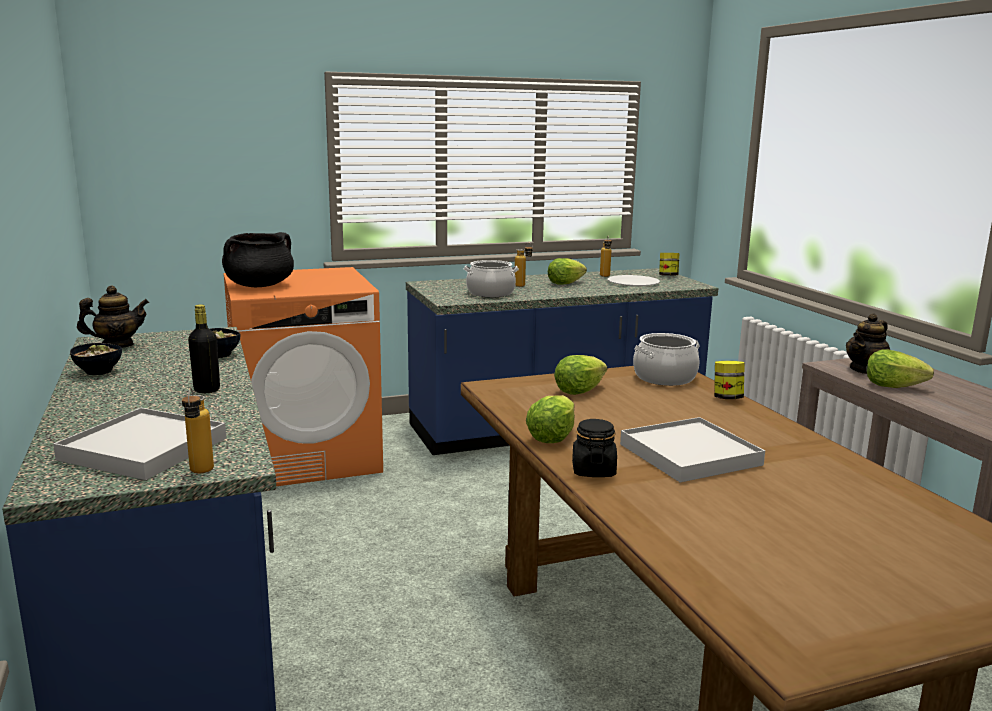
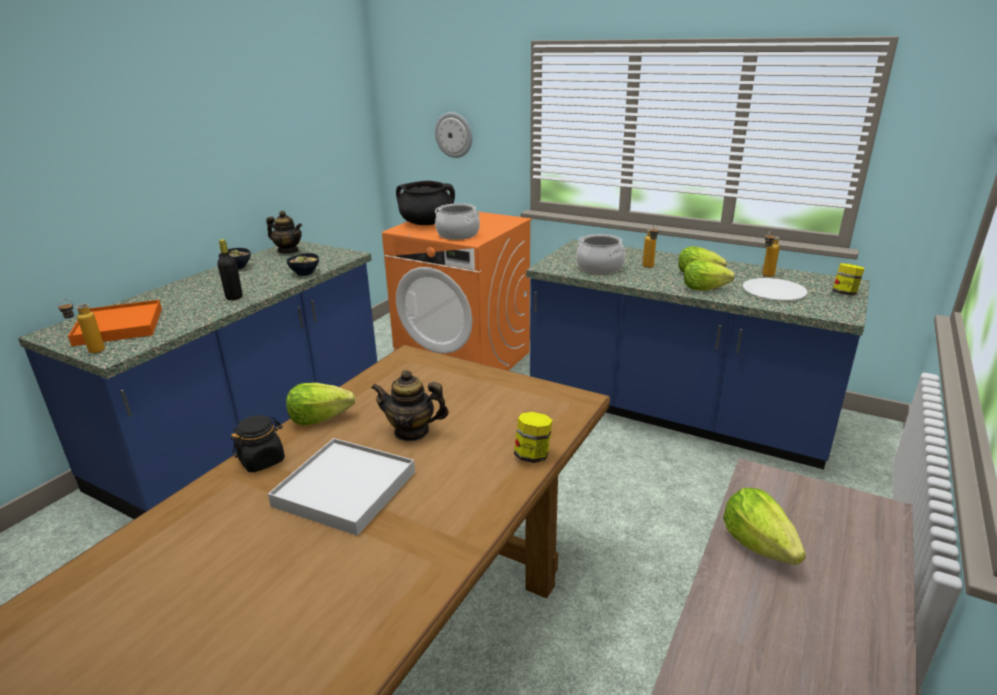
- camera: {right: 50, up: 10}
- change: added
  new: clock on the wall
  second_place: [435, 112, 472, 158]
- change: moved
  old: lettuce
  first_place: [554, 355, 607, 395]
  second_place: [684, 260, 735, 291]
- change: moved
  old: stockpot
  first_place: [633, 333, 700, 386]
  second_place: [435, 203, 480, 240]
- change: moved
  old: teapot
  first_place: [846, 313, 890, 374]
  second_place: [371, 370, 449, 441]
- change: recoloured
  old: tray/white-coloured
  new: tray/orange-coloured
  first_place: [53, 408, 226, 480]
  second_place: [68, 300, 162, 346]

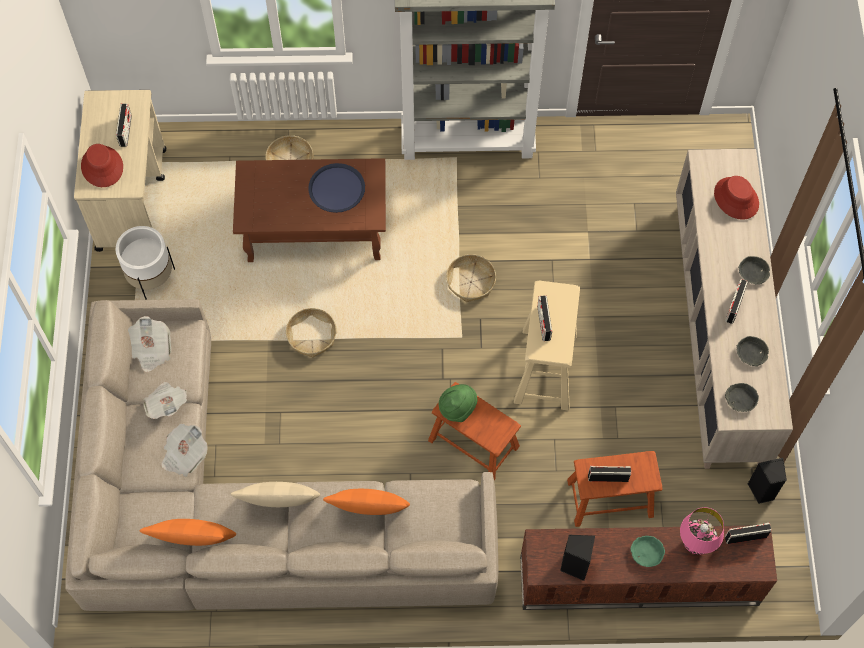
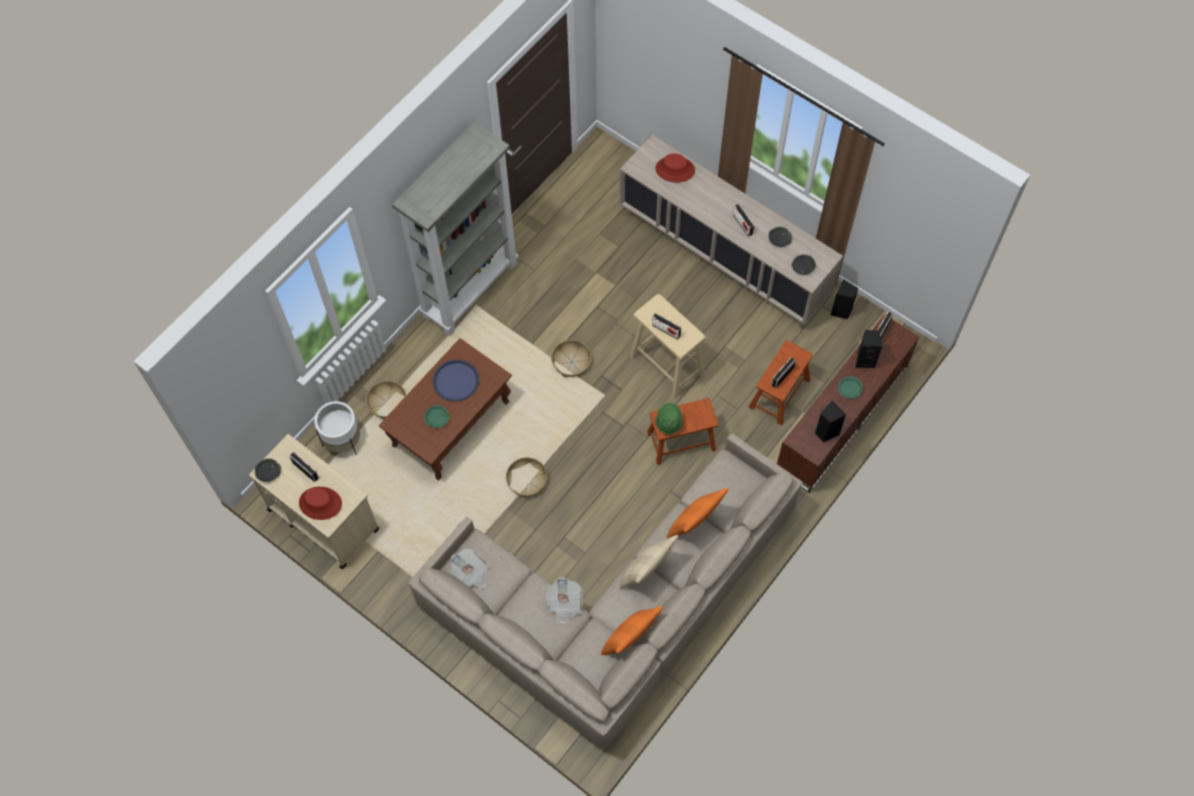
- camera: {right: -50, up: 0}
- change: removed
  old: printed paper
  first_place: [143, 382, 187, 419]
- change: added
  new: serving bowl/green
  second_place: [424, 405, 449, 428]
- change: moved
  old: planter/white-coloured
  first_place: [116, 226, 175, 300]
  second_place: [314, 401, 360, 455]
- change: moved
  old: serving bowl/grey
  first_place: [738, 256, 770, 285]
  second_place: [255, 458, 281, 482]
- change: replaced
  old: tabletop lamp/pink-coloured
  new: loudspeaker/black-coloured
  first_place: [680, 507, 724, 555]
  second_place: [855, 330, 883, 369]

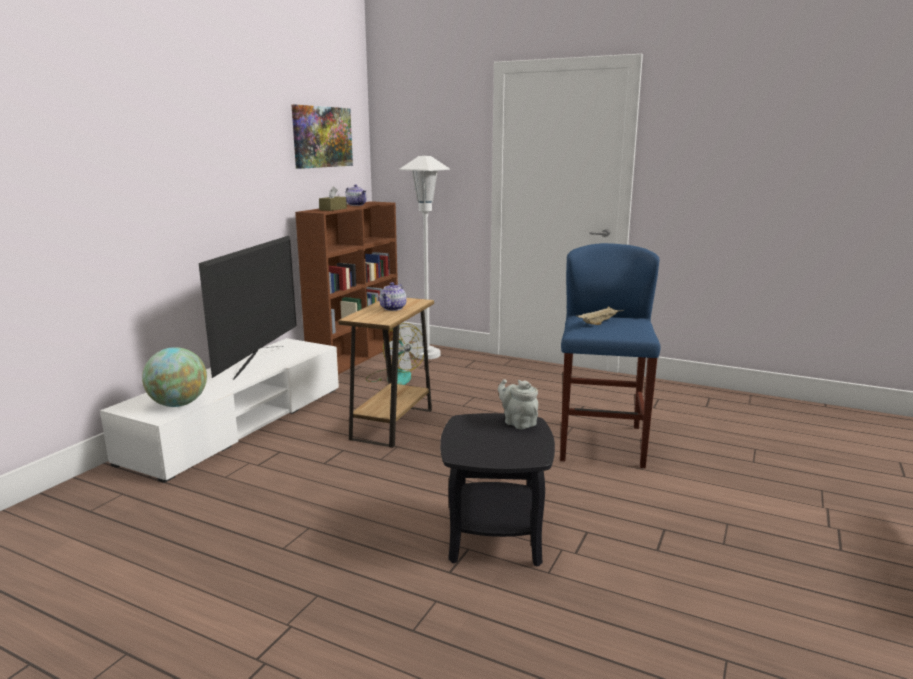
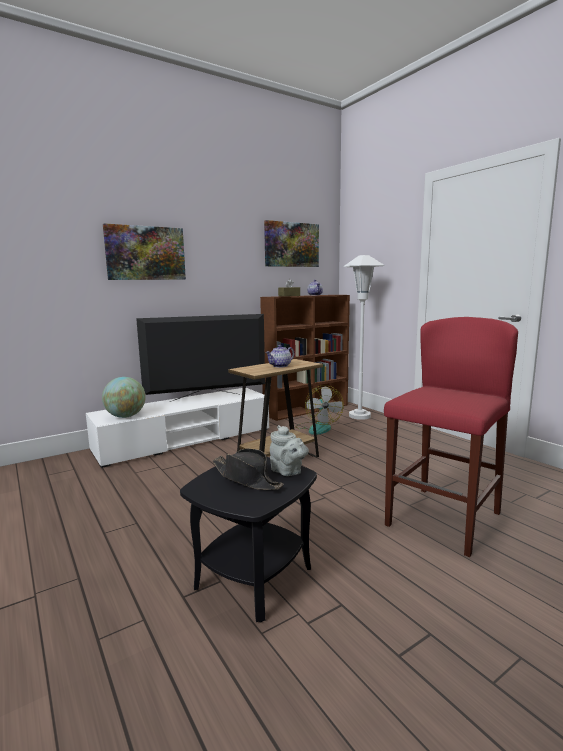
- camera: {right: 30, up: -5}
- change: removed
  old: tray/sand-coloured
  first_place: [577, 306, 624, 325]
- change: added
  new: wall art
  second_place: [103, 223, 186, 280]
- change: added
  new: clothing hat/black-coloured
  second_place: [212, 448, 283, 490]
- change: recoloured
  old: stool/blue
  new: stool/red-coloured
  first_place: [560, 243, 661, 468]
  second_place: [384, 317, 518, 557]
- change: turned
  old: television
  first_place: [199, 236, 296, 380]
  second_place: [136, 314, 265, 402]
  degrees: -150
- change: turned
  old: teapot/grey
  first_place: [498, 379, 538, 429]
  second_place: [270, 425, 309, 476]
  degrees: 150

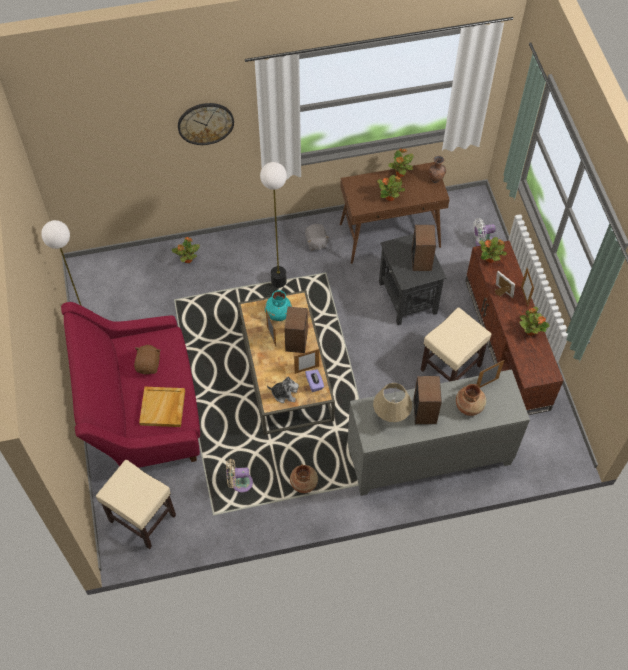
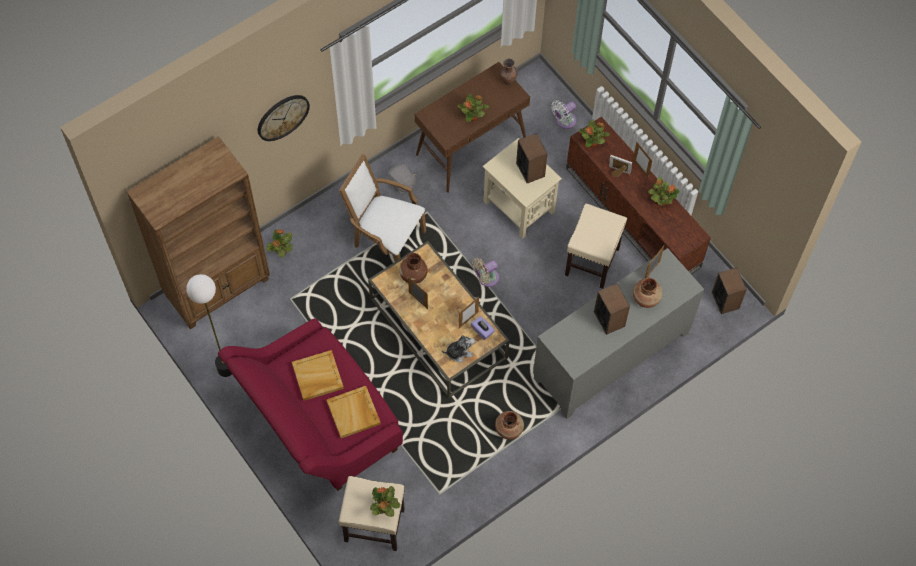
- camera: {right: -25, up: 5}
- change: removed
  old: tabletop lamp/sand-coloured
  first_place: [373, 383, 412, 422]
- change: added
  new: bookshelf/brown
  second_place: [126, 136, 270, 329]
- change: moved
  old: fan/sand-coloured
  first_place: [226, 459, 253, 493]
  second_place: [472, 258, 499, 287]
- change: moved
  old: loudspeaker
  first_place: [284, 307, 308, 353]
  second_place: [712, 267, 747, 314]
- change: moved
  old: potted plant
  first_place: [388, 149, 414, 177]
  second_place: [370, 486, 400, 517]
- change: replaced
  old: soft toy/brown
  new: tray/sand-coloured
  first_place: [134, 345, 160, 375]
  second_place: [292, 350, 344, 401]
- change: replaced
  old: floor lamp
  new: armchair/white-coloured
  first_place: [260, 162, 287, 288]
  second_place: [339, 153, 427, 262]
- change: recoloured
  old: flower vase/blue-green
  new: flower vase/brown
  first_place: [265, 290, 292, 321]
  second_place: [399, 253, 428, 283]
- change: recoloured
  old: end table/black-coloured
  new: end table/sand-coloured
  first_place: [379, 234, 447, 325]
  second_place: [482, 138, 562, 239]

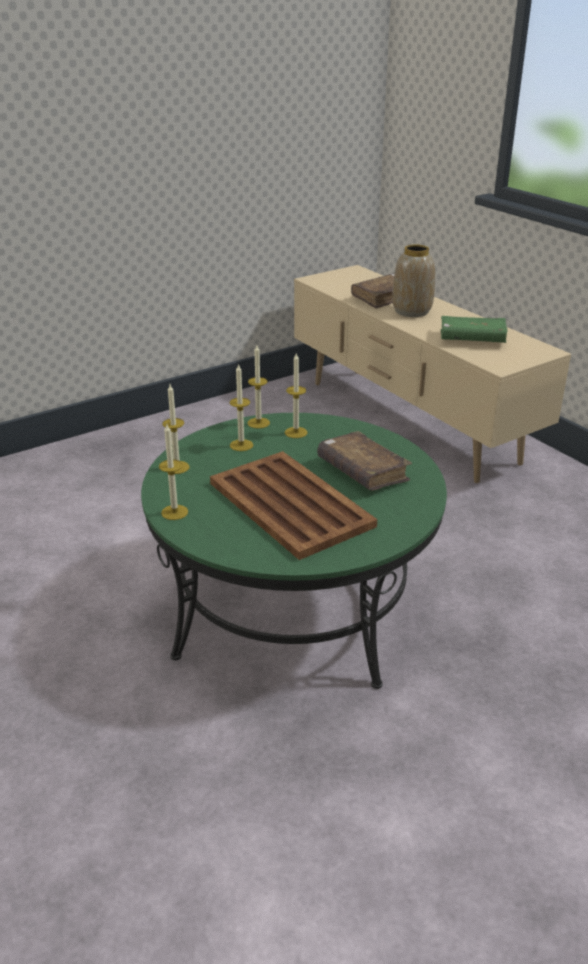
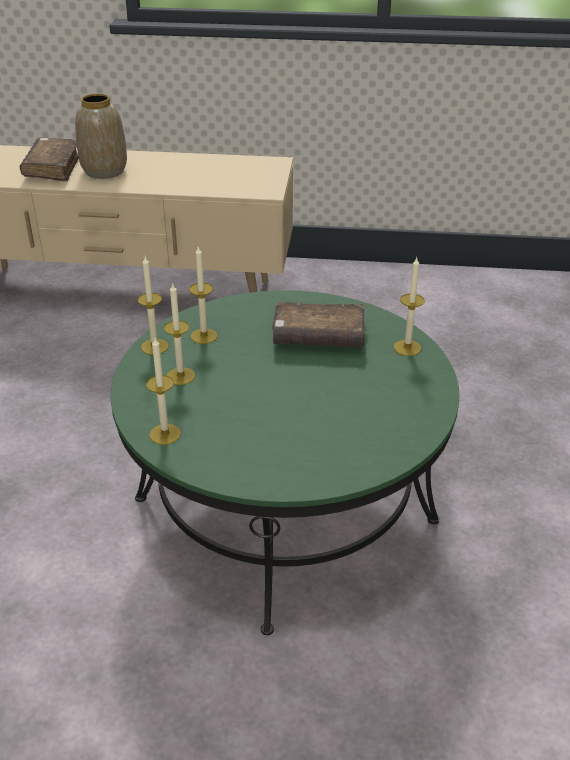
- camera: {right: -50, up: 5}
- change: removed
  old: tray/brown
  first_place: [210, 451, 377, 560]
- change: removed
  old: volume/green
  first_place: [440, 316, 507, 343]
- change: moved
  old: wax candle
  first_place: [159, 424, 188, 520]
  second_place: [394, 258, 425, 356]

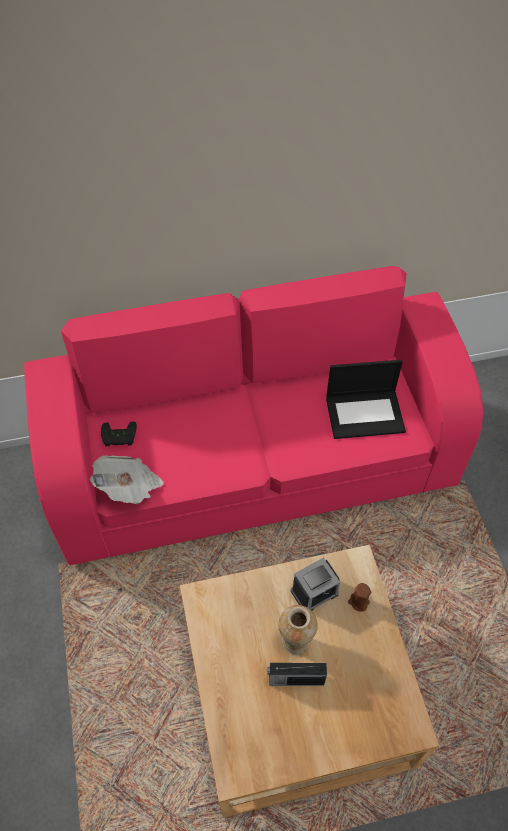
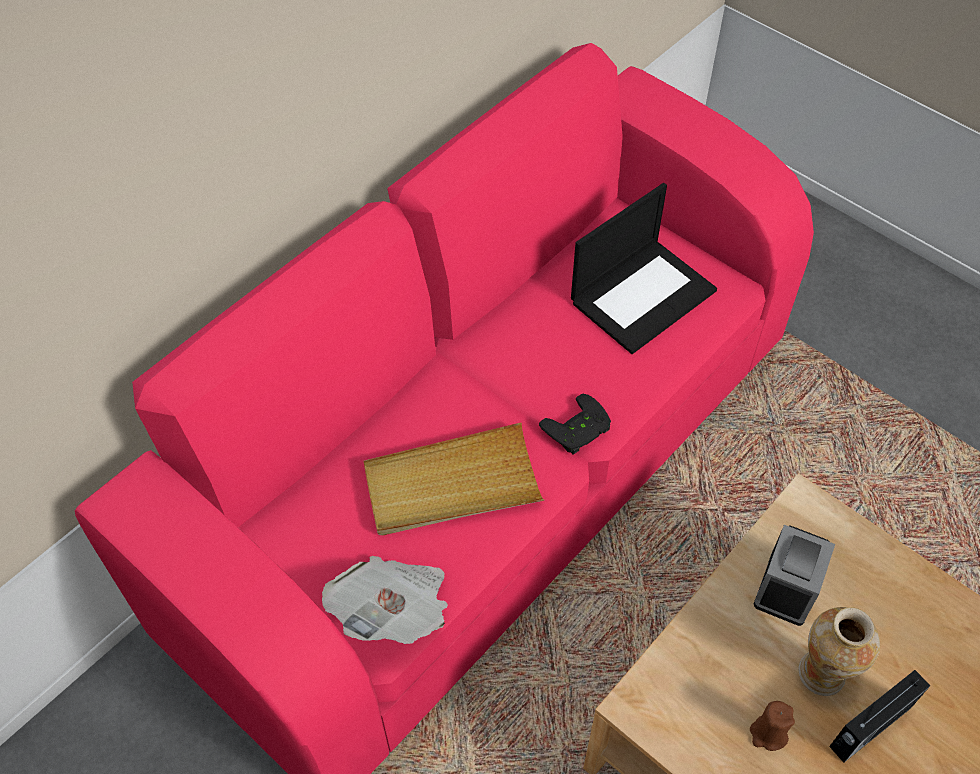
- camera: {right: -35, up: 0}
- change: added
  new: tray/sand-coloured
  second_place: [363, 423, 544, 535]
- change: moved
  old: joypad/black-coloured
  first_place: [101, 422, 137, 446]
  second_place: [539, 394, 611, 455]
- change: moved
  old: wax candle/brown
  first_place: [348, 583, 371, 612]
  second_place: [750, 701, 795, 751]

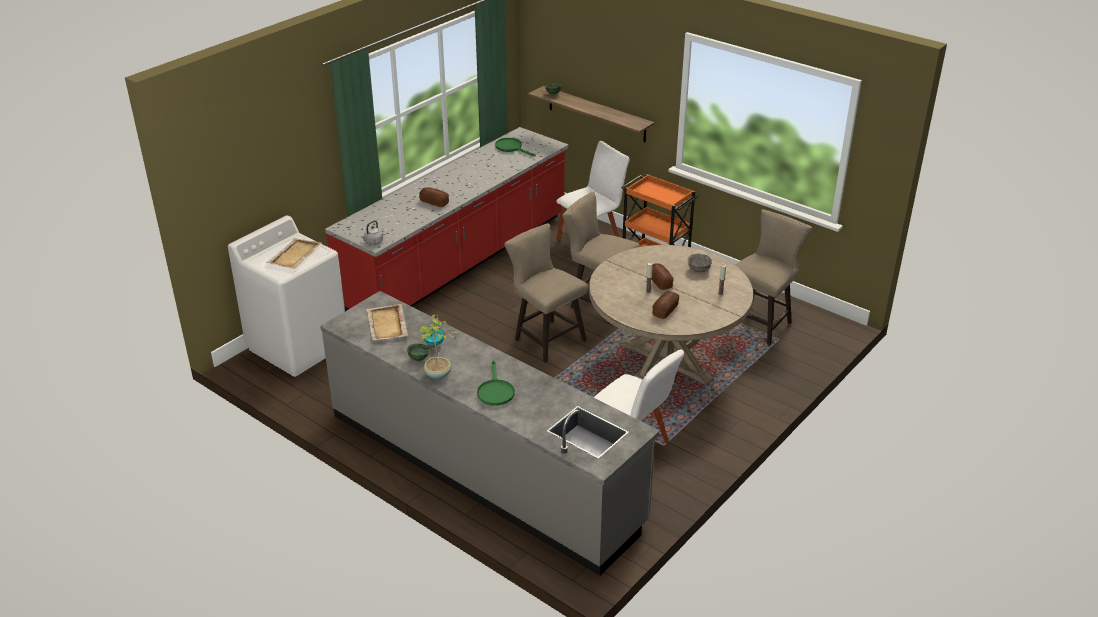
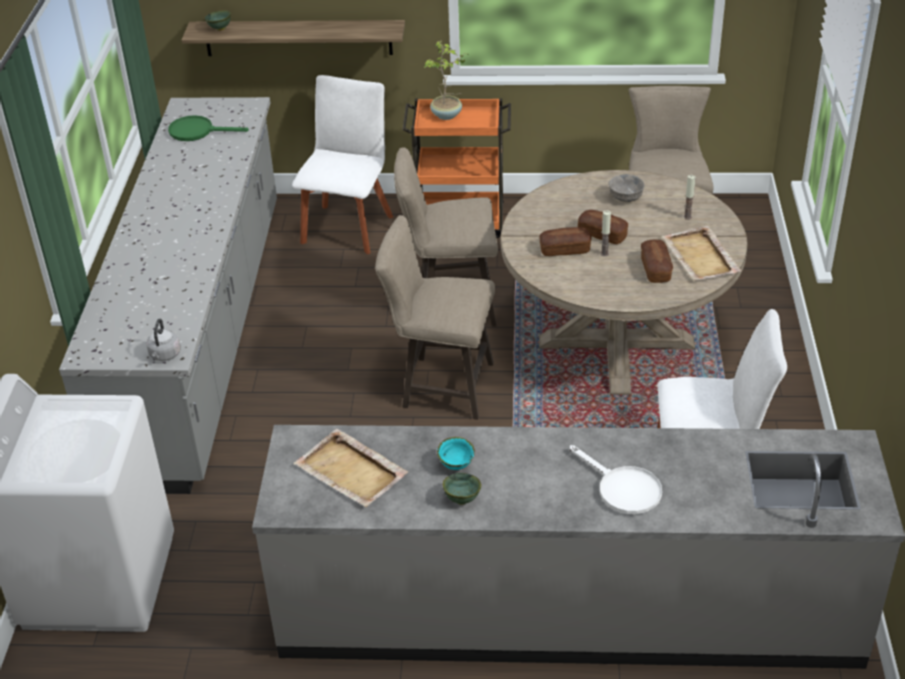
- camera: {right: -35, up: 5}
- change: moved
  old: tray/sand-coloured
  first_place: [267, 238, 322, 269]
  second_place: [662, 226, 742, 281]
- change: moved
  old: bakery bread
  first_place: [419, 187, 449, 207]
  second_place: [539, 227, 592, 256]
- change: moved
  old: potted plant
  first_place: [419, 314, 459, 379]
  second_place: [424, 41, 469, 120]
- change: recoloured
  old: kitchen counter/red-coloured
  new: kitchen counter/grey
  first_place: [325, 127, 568, 311]
  second_place: [59, 97, 277, 494]
- change: recoloured
  old: pan/green
  new: pan/white-coloured
  first_place: [477, 360, 515, 406]
  second_place: [570, 445, 662, 514]

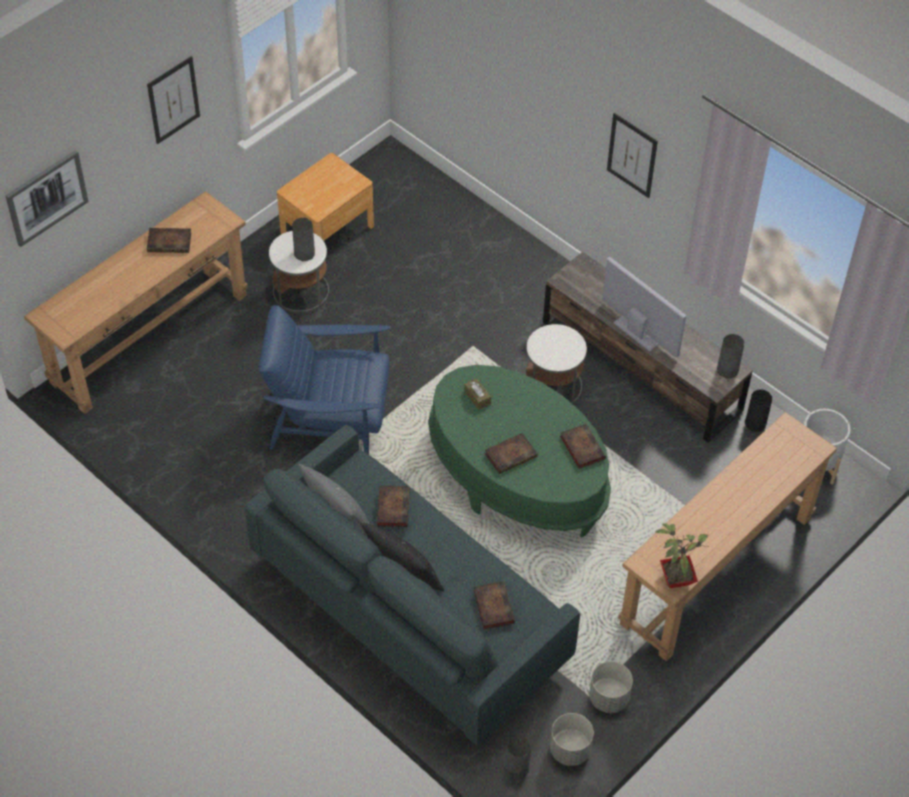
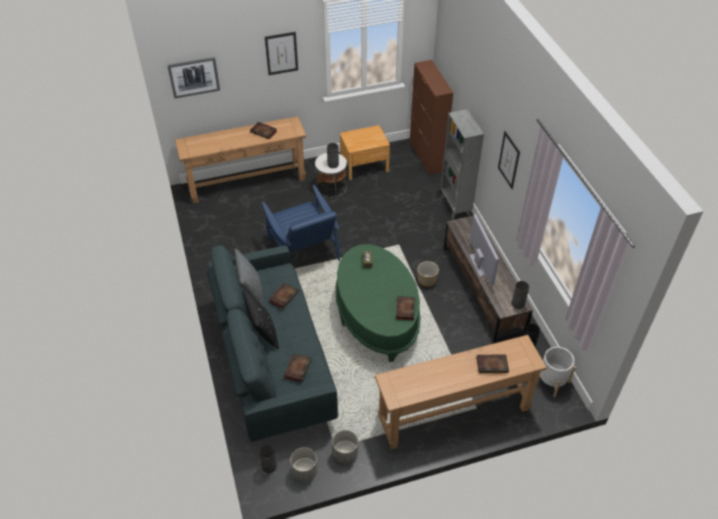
- camera: {right: 30, up: -5}
- change: removed
  old: potted plant
  first_place: [656, 523, 709, 588]
- change: added
  new: storage cabinet/brown
  second_place: [410, 60, 453, 175]
- change: added
  new: bookshelf/grey
  second_place: [440, 109, 484, 219]
- change: moved
  old: volume
  first_place: [485, 433, 538, 474]
  second_place: [476, 354, 509, 373]
- change: replaced
  old: end table/white-coloured
  new: planter
  first_place: [526, 324, 587, 404]
  second_place: [417, 261, 439, 287]
- change: turned
  old: armchair/blue
  first_place: [259, 305, 391, 454]
  second_place: [262, 185, 340, 264]
  degrees: -150

